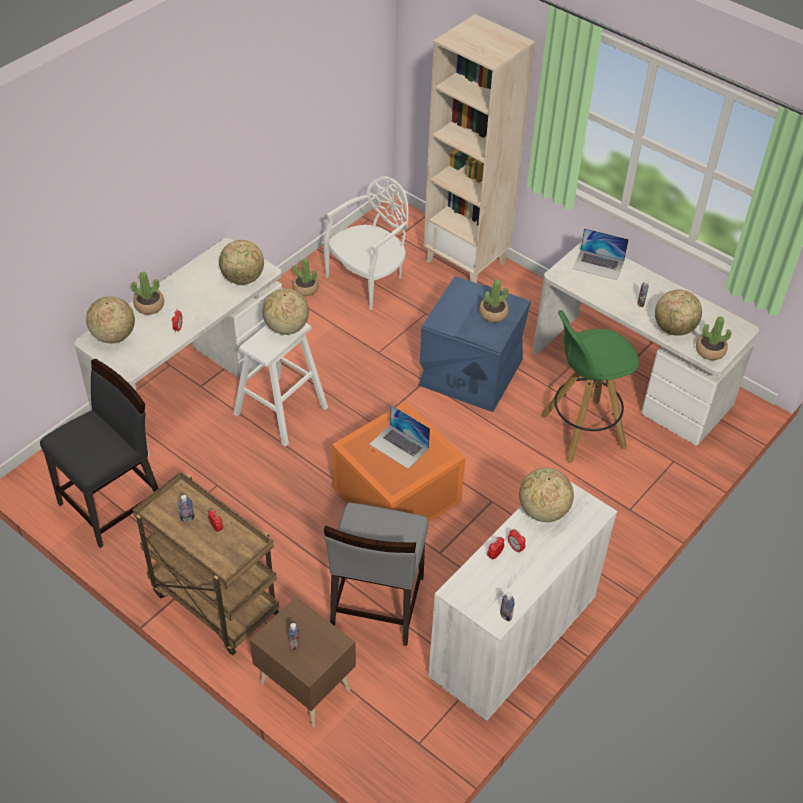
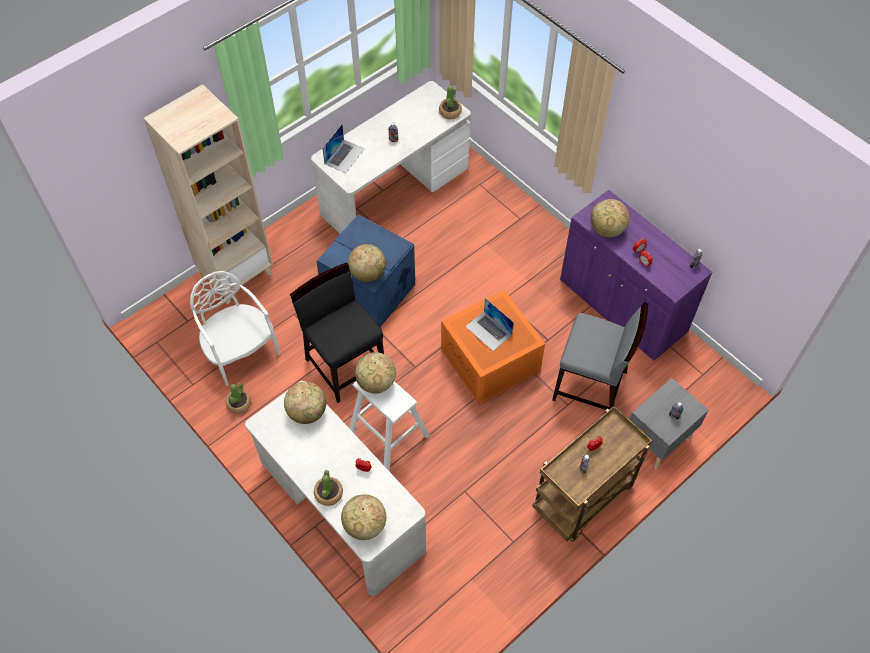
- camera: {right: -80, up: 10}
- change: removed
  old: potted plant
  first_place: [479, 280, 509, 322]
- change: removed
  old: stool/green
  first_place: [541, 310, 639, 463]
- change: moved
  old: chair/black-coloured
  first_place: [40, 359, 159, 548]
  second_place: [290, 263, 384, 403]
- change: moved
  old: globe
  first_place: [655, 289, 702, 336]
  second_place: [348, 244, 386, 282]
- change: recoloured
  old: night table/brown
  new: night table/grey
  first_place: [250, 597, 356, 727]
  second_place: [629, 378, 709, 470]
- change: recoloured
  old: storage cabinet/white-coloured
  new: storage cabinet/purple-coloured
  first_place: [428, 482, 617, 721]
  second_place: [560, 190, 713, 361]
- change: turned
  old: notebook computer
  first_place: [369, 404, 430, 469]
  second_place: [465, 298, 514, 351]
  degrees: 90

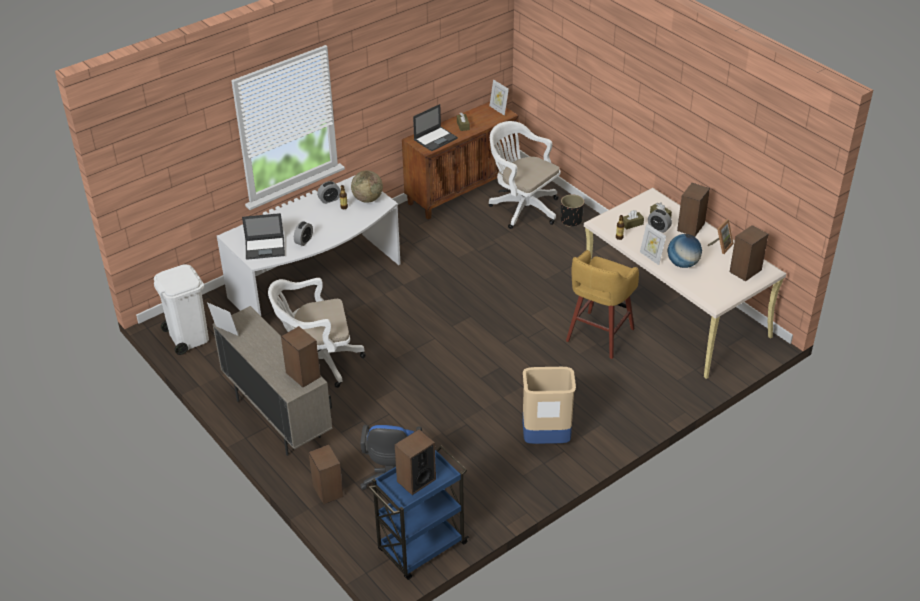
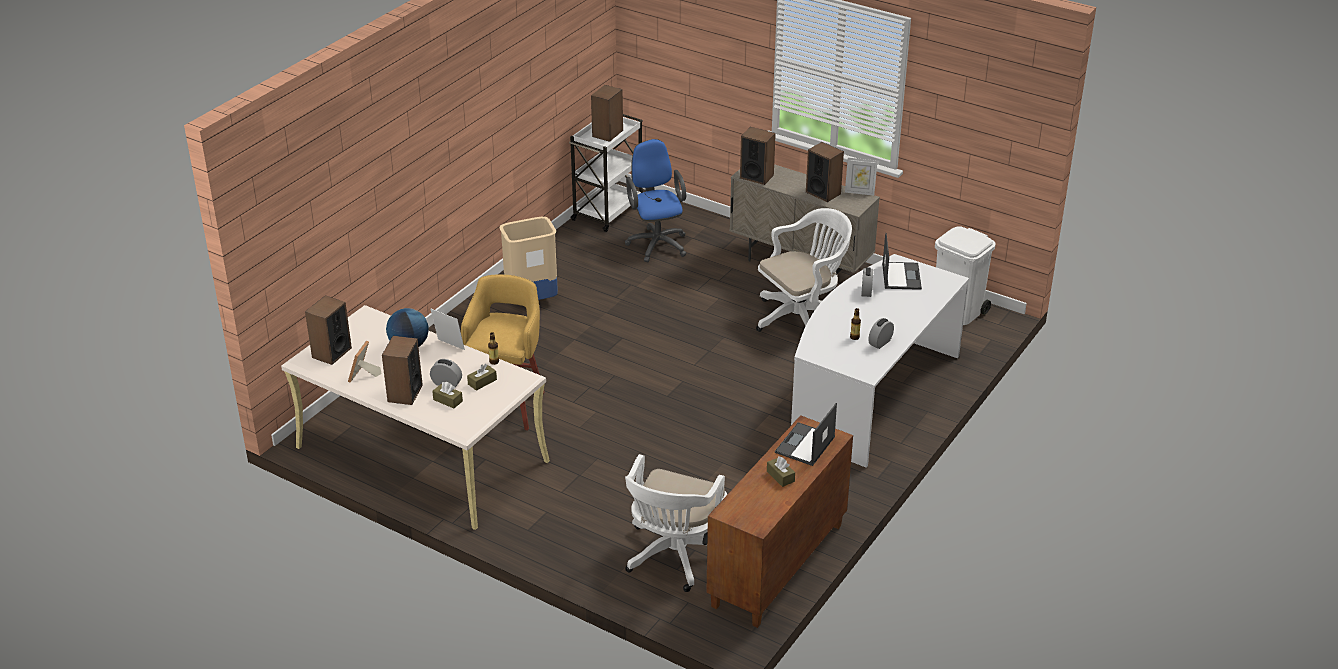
- camera: {right: 160, up: -5}
- change: removed
  old: globe
  first_place: [351, 171, 383, 203]
- change: removed
  old: photo frame
  first_place: [490, 79, 509, 116]
- change: removed
  old: planter/black-coloured
  first_place: [561, 194, 584, 227]
- change: moved
  old: loudspeaker
  first_place: [308, 445, 344, 505]
  second_place: [806, 142, 844, 202]
- change: recoloured
  old: wheeled cart/blue
  new: wheeled cart/white-coloured
  first_place: [368, 445, 469, 580]
  second_place: [569, 114, 643, 232]
- change: turned
  old: notebook computer
  first_place: [242, 213, 285, 260]
  second_place: [882, 233, 922, 290]
  degrees: 120
- change: turned
  old: computer chair/white-coloured
  first_place: [488, 121, 560, 229]
  second_place: [625, 454, 727, 592]
  degrees: 90

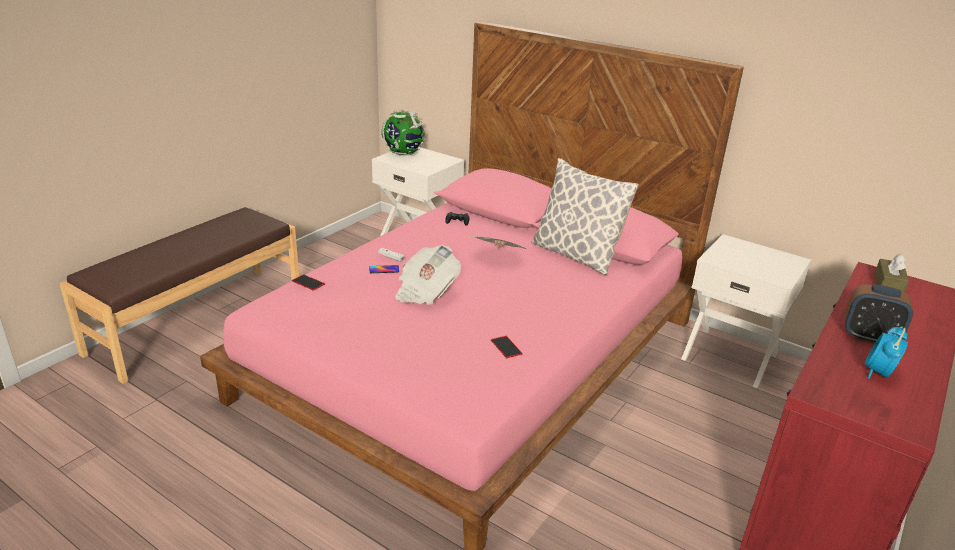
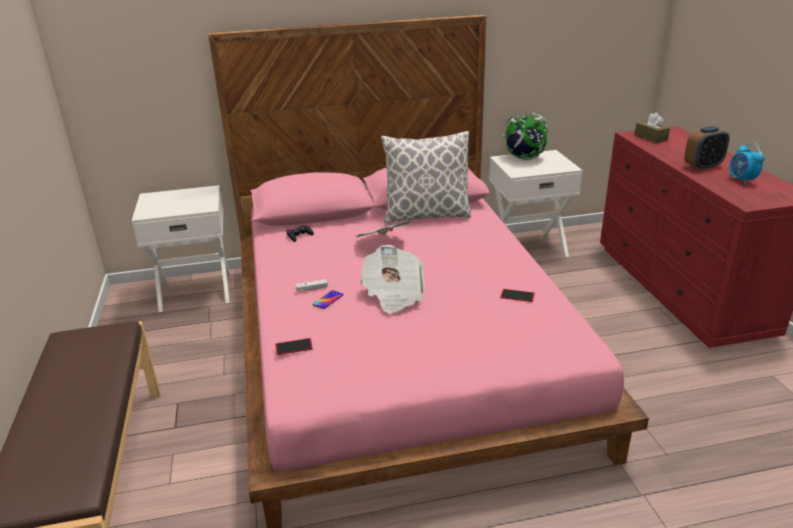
- camera: {right: -45, up: 0}
- change: moved
  old: globe
  first_place: [381, 110, 425, 156]
  second_place: [502, 113, 549, 160]

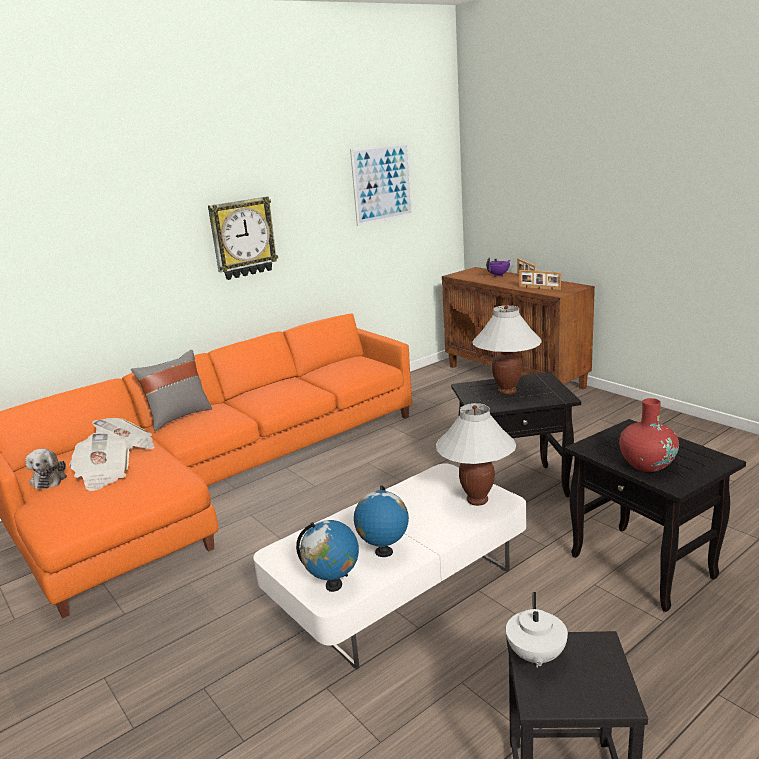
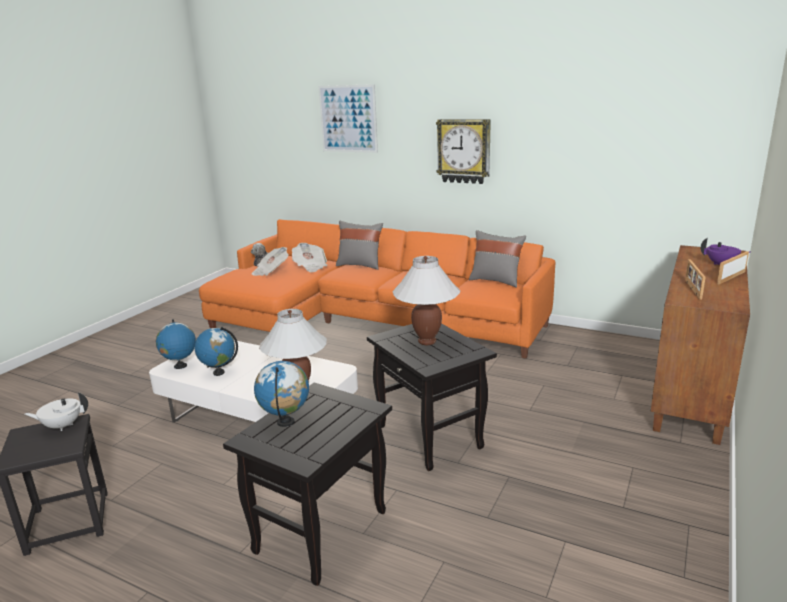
- camera: {right: 65, up: 0}
- change: added
  new: pillow/grey
  second_place: [469, 230, 526, 288]
- change: moved
  old: wall art
  first_place: [350, 142, 413, 226]
  second_place: [318, 84, 378, 153]
- change: replaced
  old: flower vase/red-coloured
  new: globe
  first_place: [619, 398, 679, 472]
  second_place: [254, 361, 309, 427]

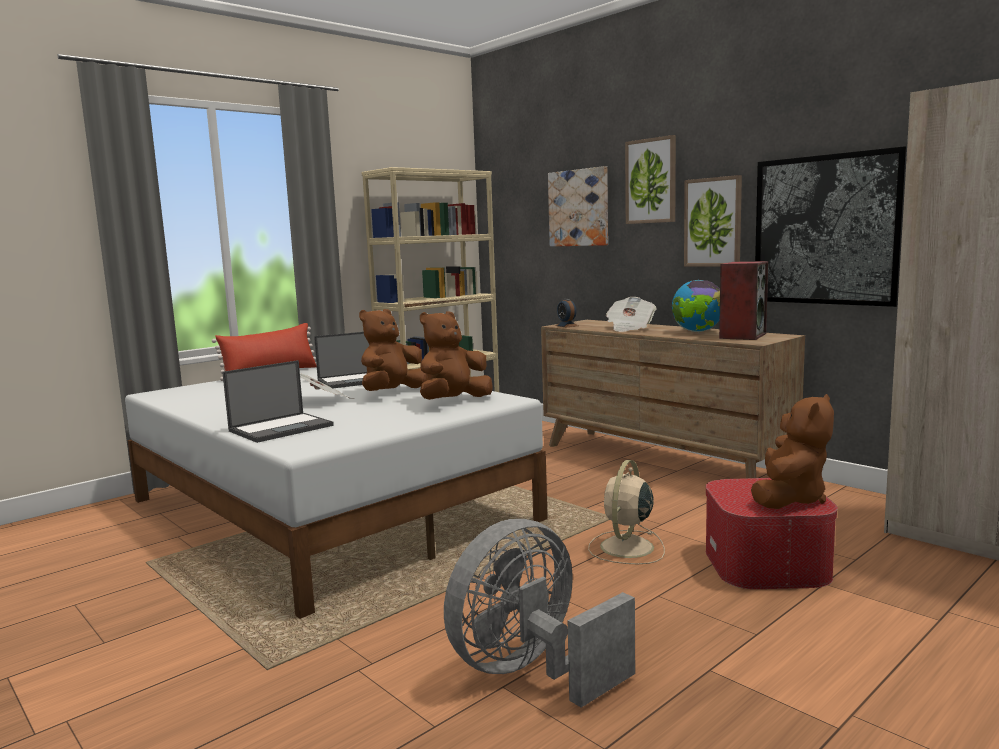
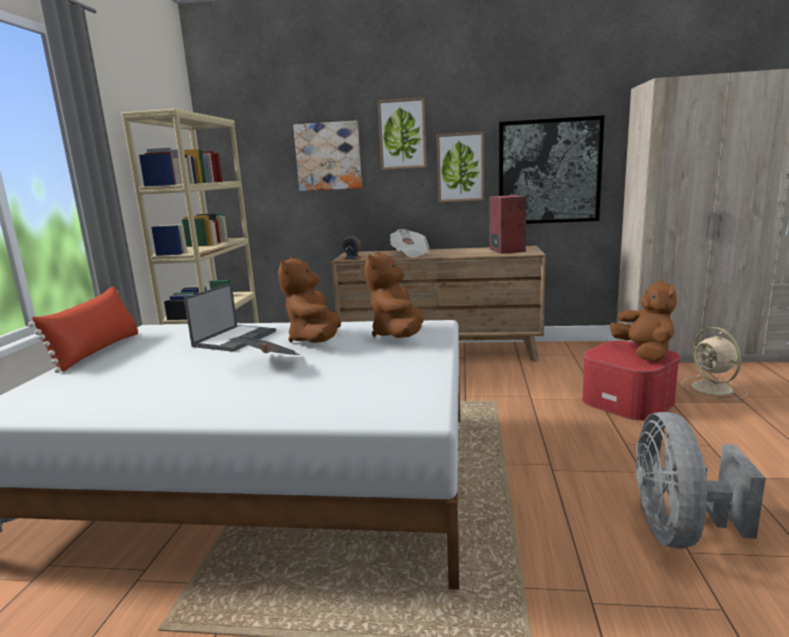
- camera: {right: -40, up: 5}
- change: removed
  old: notebook computer
  first_place: [222, 360, 334, 443]
- change: removed
  old: globe
  first_place: [672, 280, 720, 332]
- change: moved
  old: fan/sand-coloured
  first_place: [588, 460, 665, 564]
  second_place: [681, 327, 748, 400]

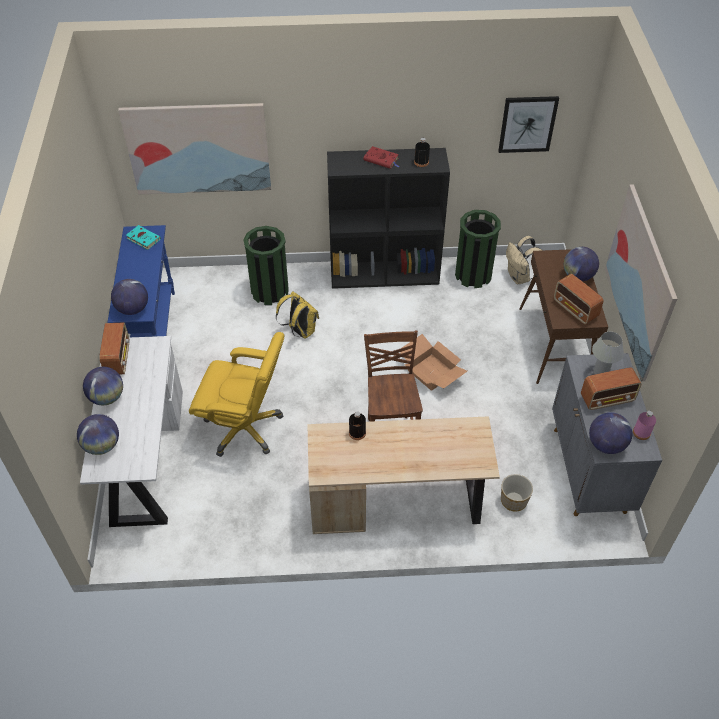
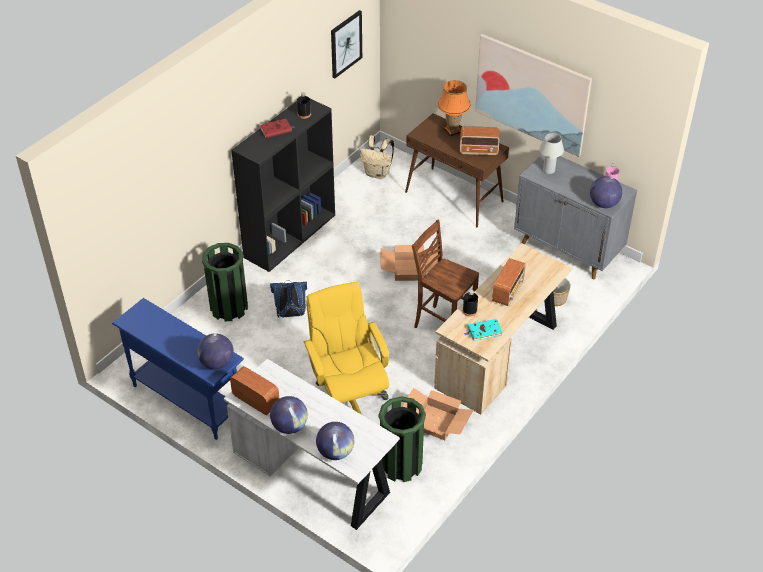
- camera: {right: -50, up: -5}
- change: removed
  old: wall art
  first_place: [118, 103, 271, 194]
- change: added
  new: carton
  second_place: [402, 388, 474, 440]
- change: moved
  old: volume/blue-green
  first_place: [126, 225, 161, 250]
  second_place: [464, 319, 502, 341]
- change: moved
  old: waste bin/green
  first_place: [455, 210, 501, 288]
  second_place: [379, 396, 426, 482]
- change: moved
  old: radio
  first_place: [581, 367, 641, 410]
  second_place: [492, 258, 526, 306]
- change: replaced
  old: globe
  new: tabletop lamp/orange-coloured
  first_place: [564, 247, 599, 281]
  second_place: [438, 80, 471, 137]
- change: recoloured
  old: knapsack/yellow
  new: knapsack/blue
  first_place: [276, 291, 319, 339]
  second_place: [270, 280, 307, 318]
- change: turned
  old: computer chair/yellow
  first_place: [189, 332, 284, 457]
  second_place: [303, 282, 389, 415]
  degrees: -75

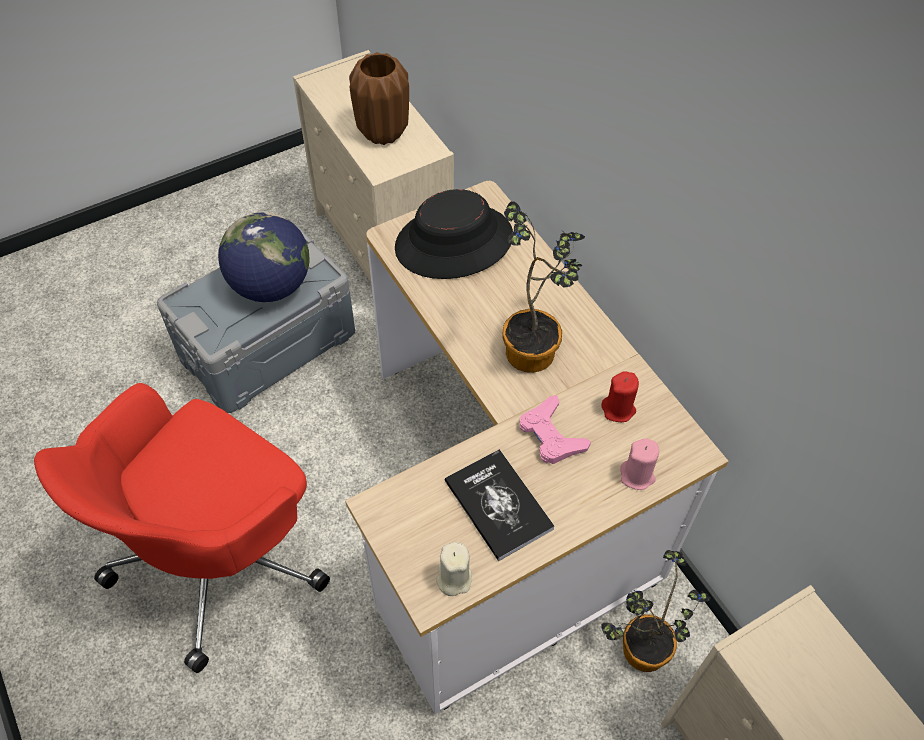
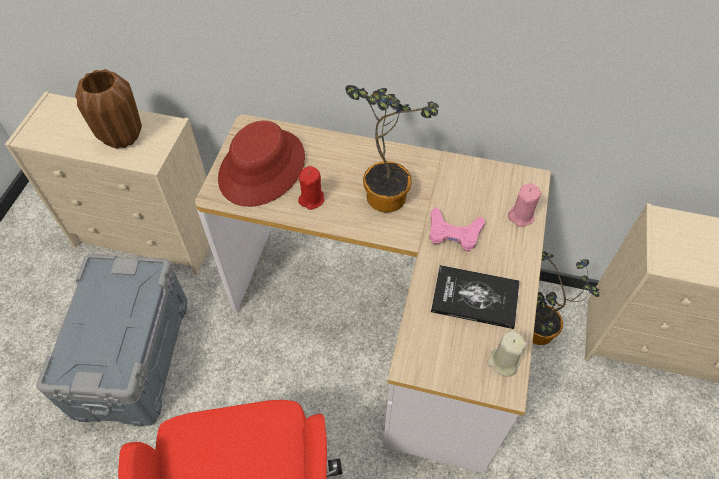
- camera: {right: -45, up: 0}
- change: removed
  old: globe
  first_place: [218, 212, 310, 302]
- change: moved
  old: wax candle/red-coloured
  first_place: [602, 371, 639, 422]
  second_place: [298, 166, 324, 210]
- change: recoloured
  old: clothing hat/black-coloured
  new: clothing hat/red-coloured
  first_place: [395, 189, 513, 279]
  second_place: [218, 121, 305, 207]

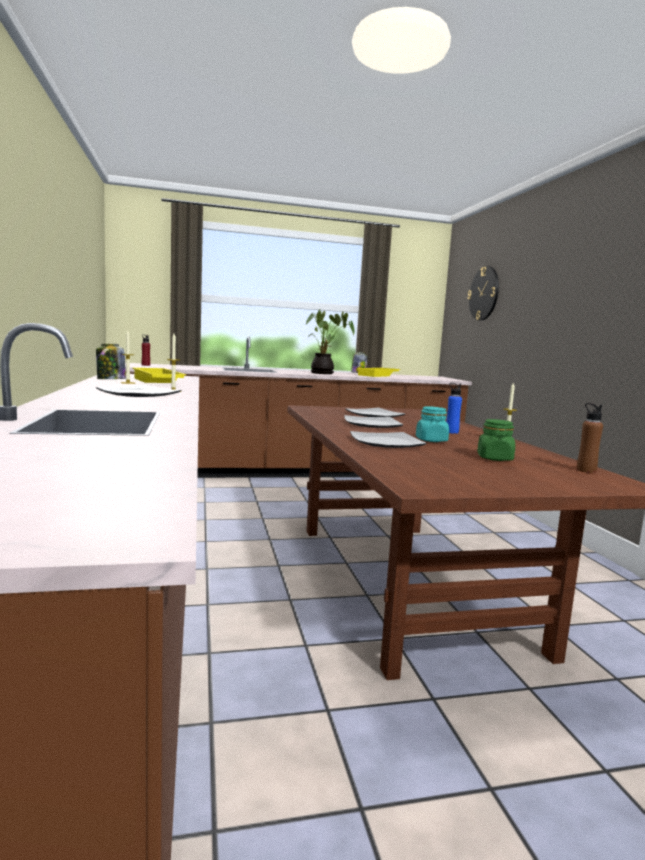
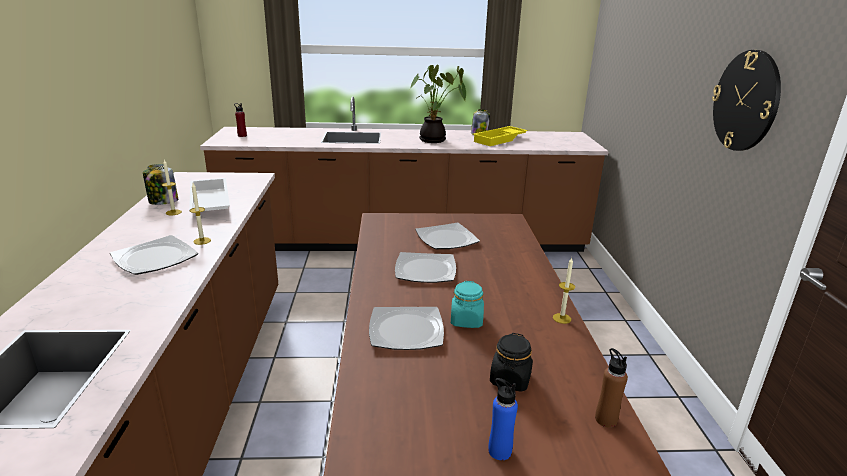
- camera: {right: 10, up: 15}
- change: moved
  old: beverage bottle/blue
  first_place: [446, 383, 462, 434]
  second_place: [488, 378, 518, 460]
- change: moved
  old: clock on the wall
  first_place: [468, 266, 499, 321]
  second_place: [712, 50, 781, 151]
- change: recoloured
  old: tray/yellow
  new: tray/white-coloured
  first_place: [132, 368, 186, 383]
  second_place: [189, 178, 230, 211]
- change: recoloured
  old: storage jar/green
  new: storage jar/black-coloured
  first_place: [477, 419, 515, 461]
  second_place: [490, 333, 533, 392]

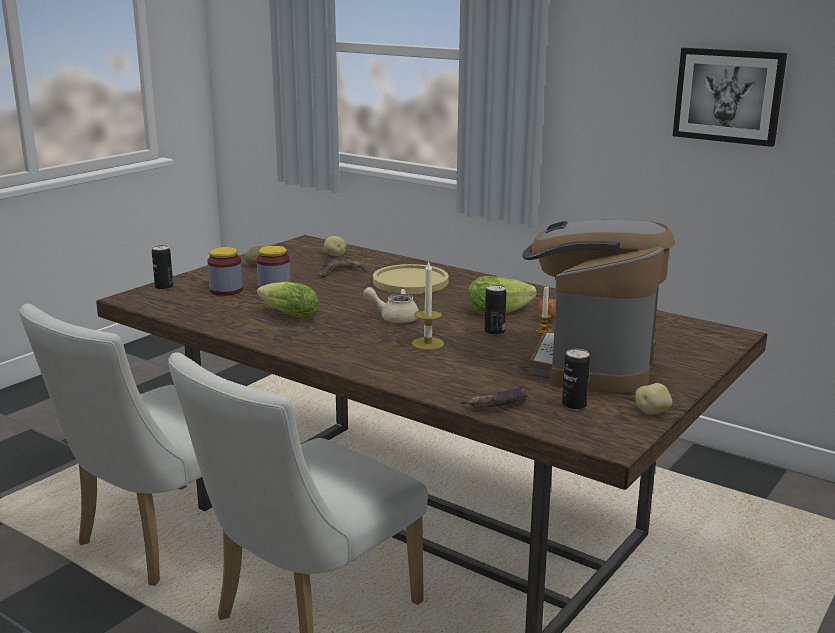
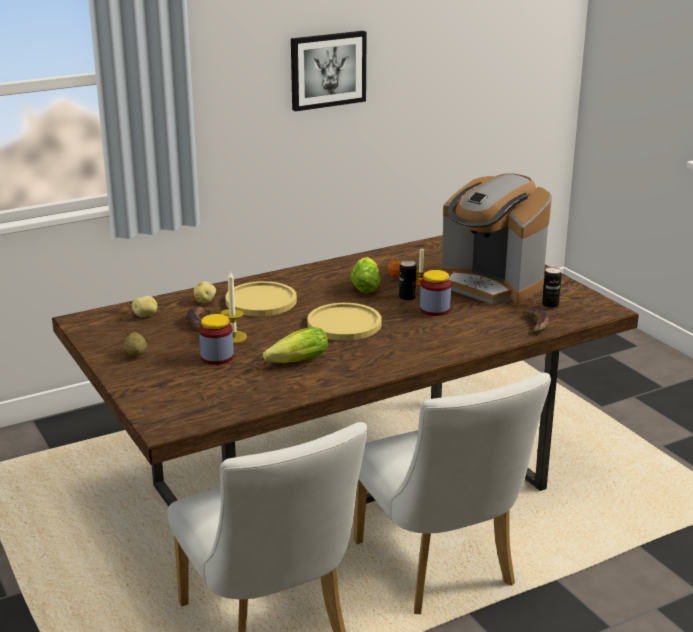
- camera: {right: -65, up: 5}
- change: removed
  old: metal can
  first_place: [152, 245, 173, 290]
- change: moved
  old: storage jar
  first_place: [207, 247, 243, 296]
  second_place: [420, 270, 451, 316]
- change: moved
  old: wax candle
  first_place: [412, 262, 444, 350]
  second_place: [221, 271, 247, 343]
- change: moved
  old: spud
  first_place: [635, 383, 672, 415]
  second_place: [193, 281, 216, 303]
- change: replaced
  old: teapot/sand-coloured
  new: plate/yellow
  first_place: [363, 287, 419, 323]
  second_place: [307, 303, 382, 341]

